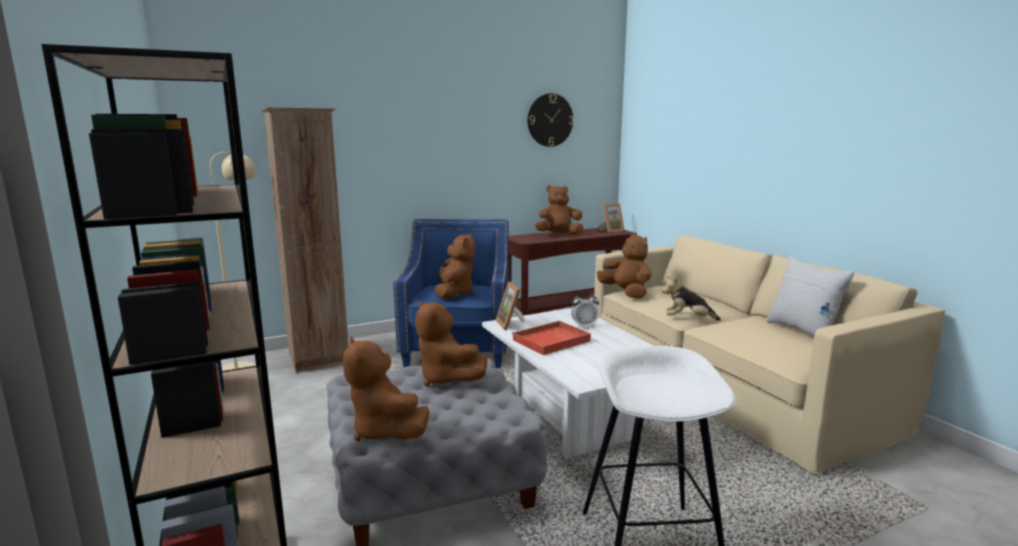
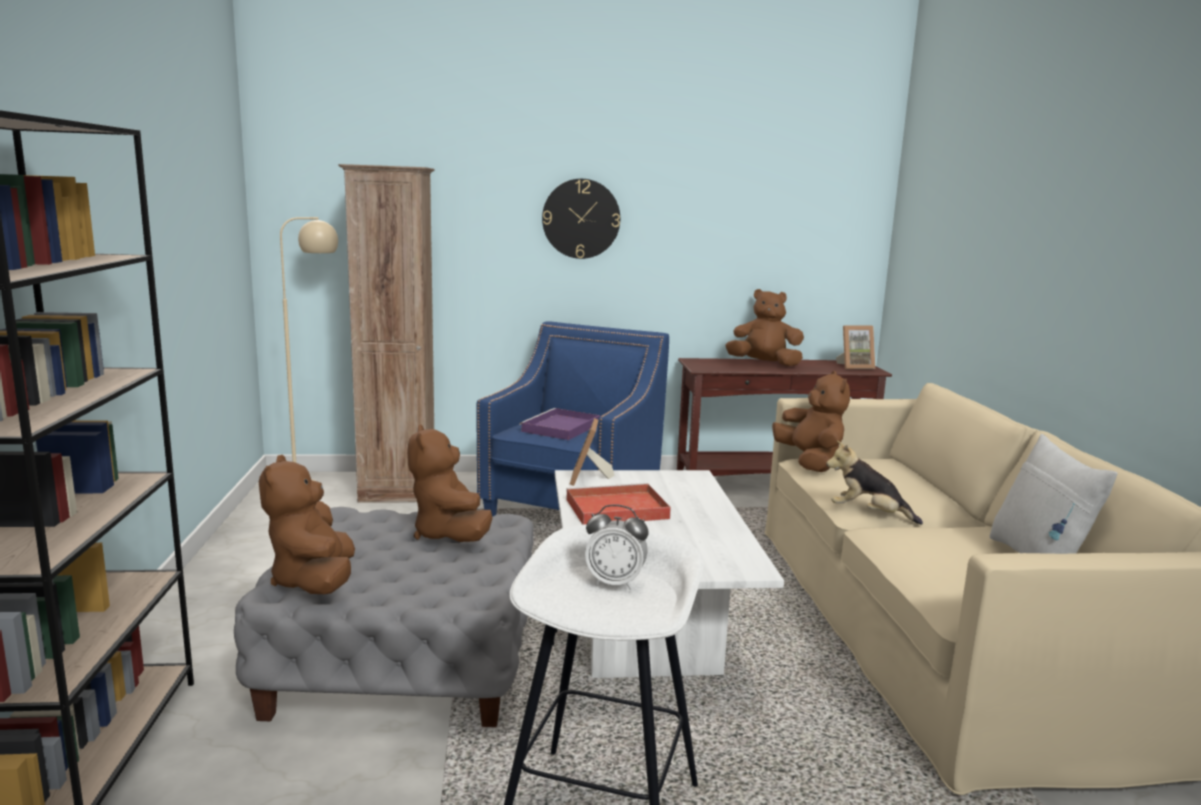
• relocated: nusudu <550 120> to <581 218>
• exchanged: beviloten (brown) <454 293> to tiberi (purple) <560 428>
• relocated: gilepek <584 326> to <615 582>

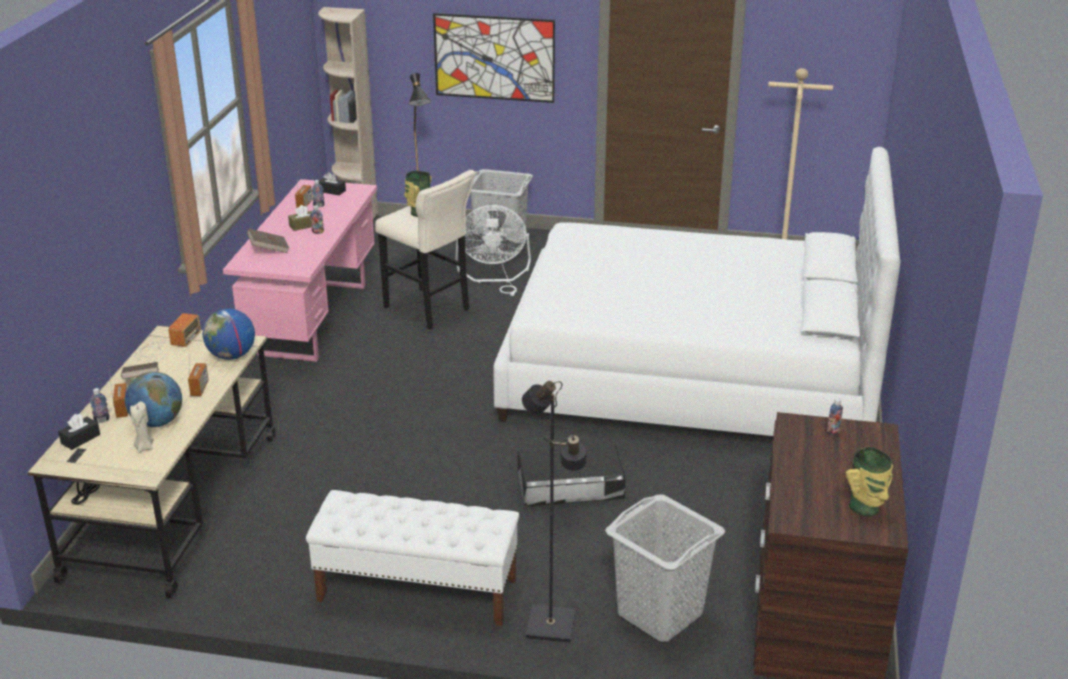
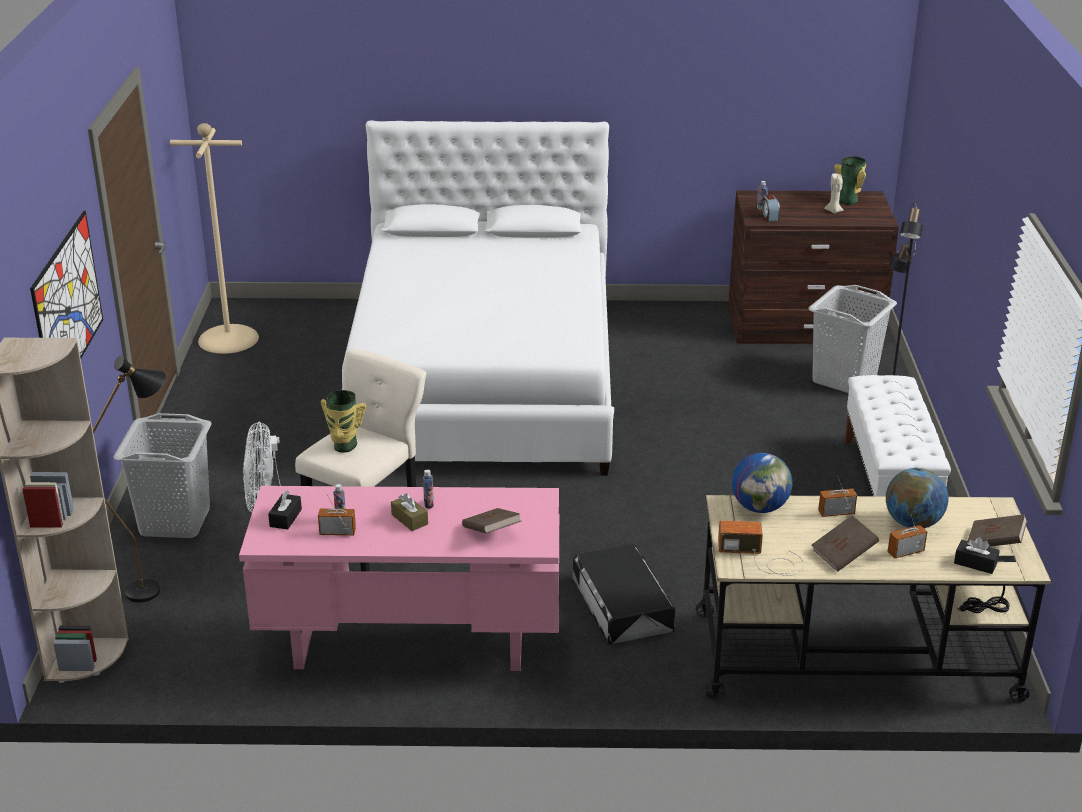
• missing: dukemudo <102 420>
• relocated: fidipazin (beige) <144 447> to <833 211>
• relocated: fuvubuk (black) <570 484> to <622 604>
• appeared: gilepek <769 216>
• appeared: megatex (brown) <995 543>

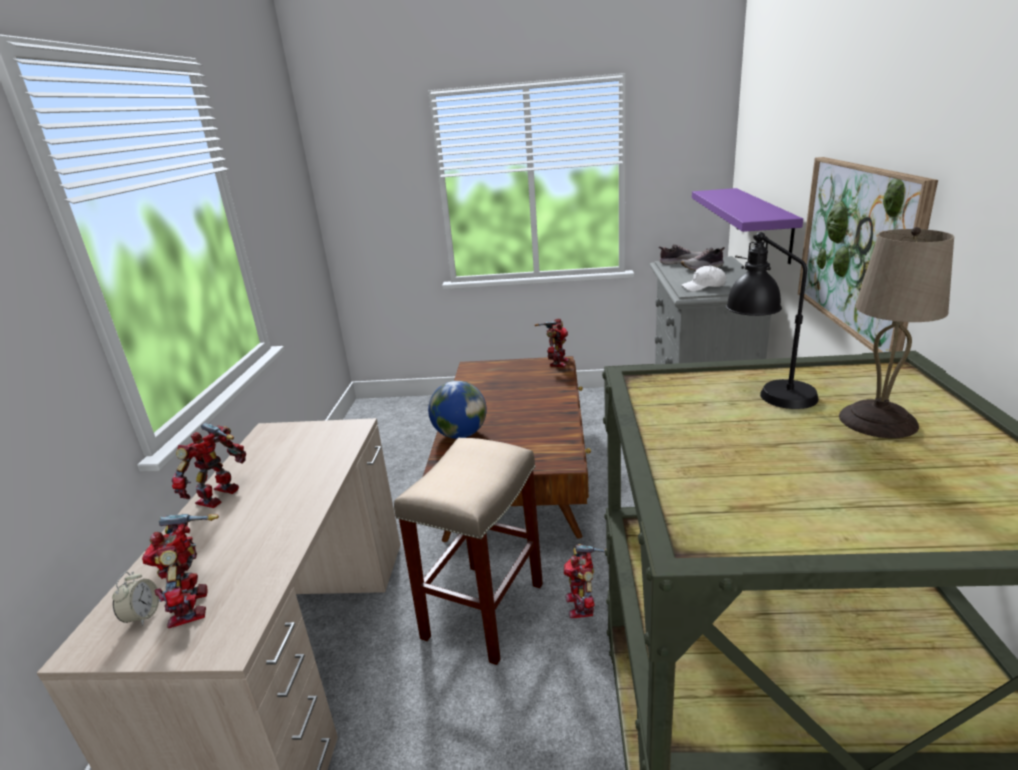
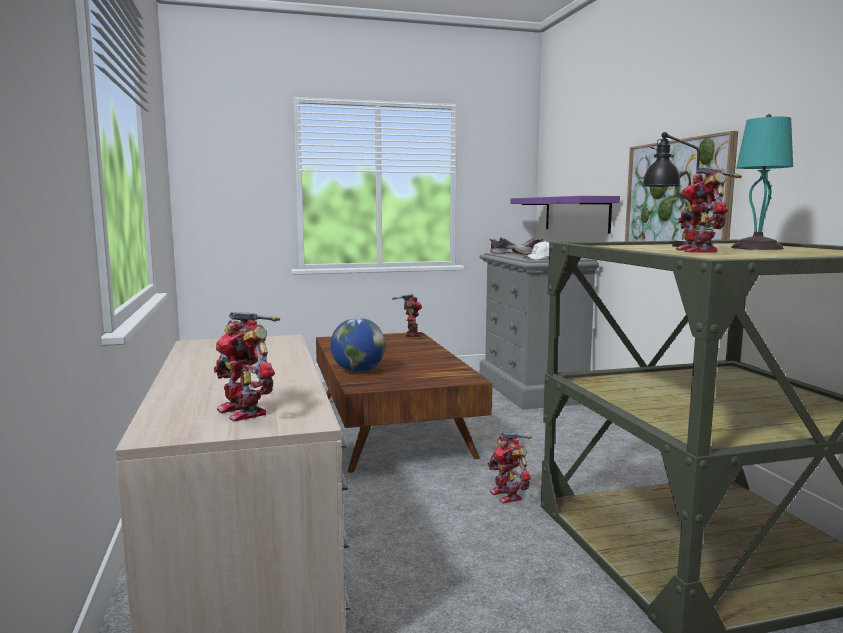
• colour: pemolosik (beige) <878 421> to pemolosik (turquoise) <757 248>
• relocated: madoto <220 496> to <699 251>
• missing: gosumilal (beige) <484 612>
• missing: gilepek <143 616>

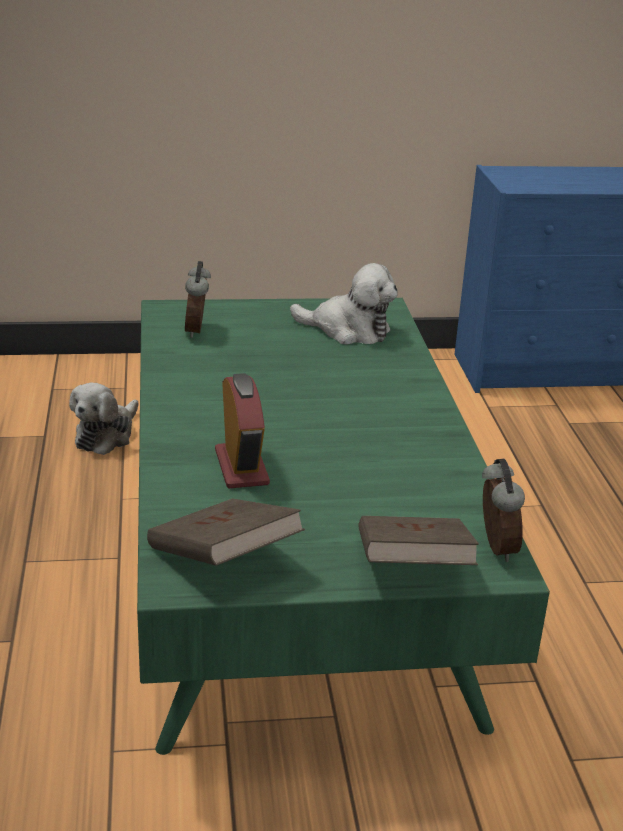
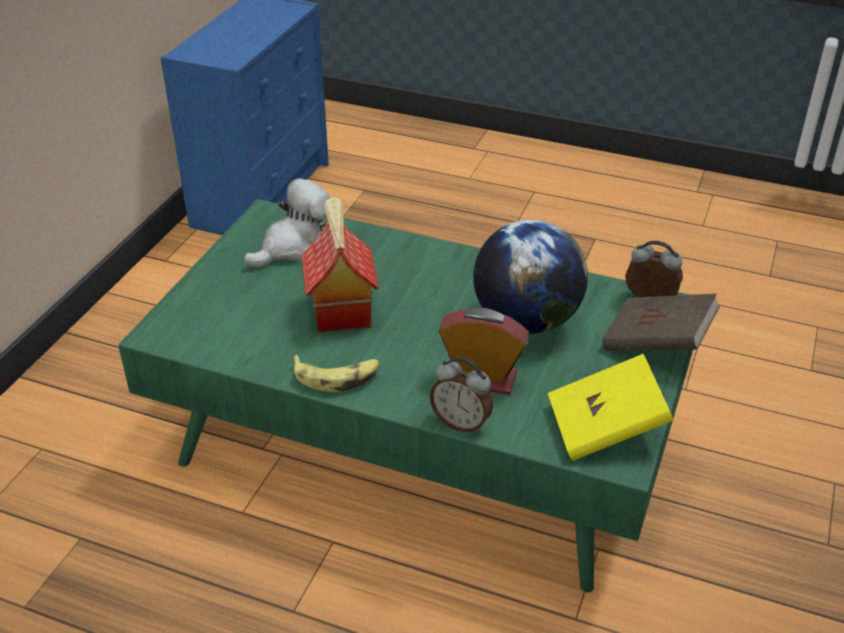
• relocated: gilepek <197 331> to <461 422>
• missing: beviloten <106 435>
• colour: megatex (brown) <223 560> to megatex (yellow) <605 428>
• appeared: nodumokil <340 309>
• appeared: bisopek <526 321>
• appeared: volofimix <337 377>

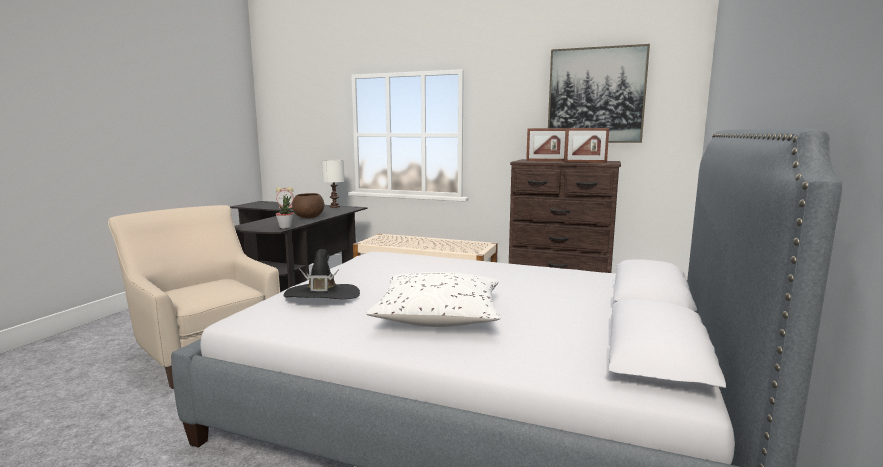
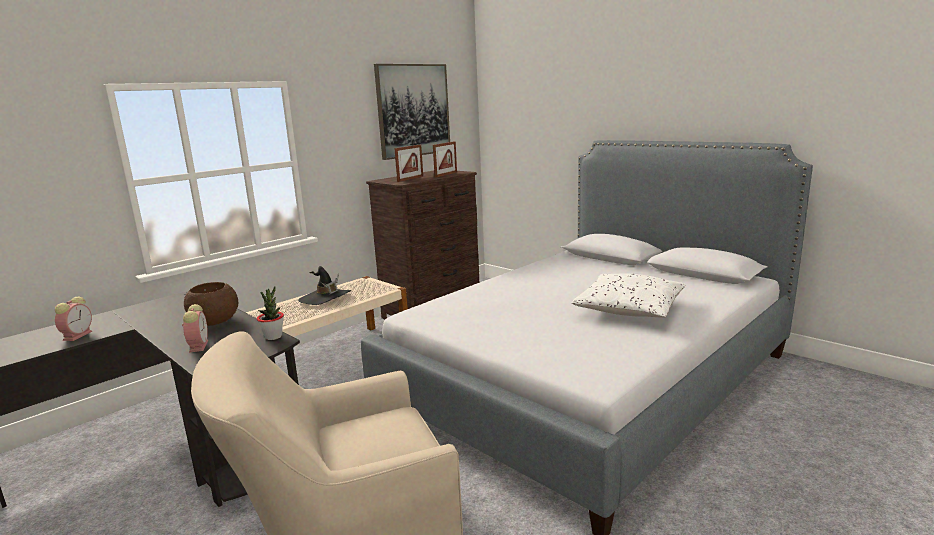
• missing: pemolosik (white) <334 207>
• relocated: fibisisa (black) <322 296> to <325 298>
• appeared: gilepek <198 346>

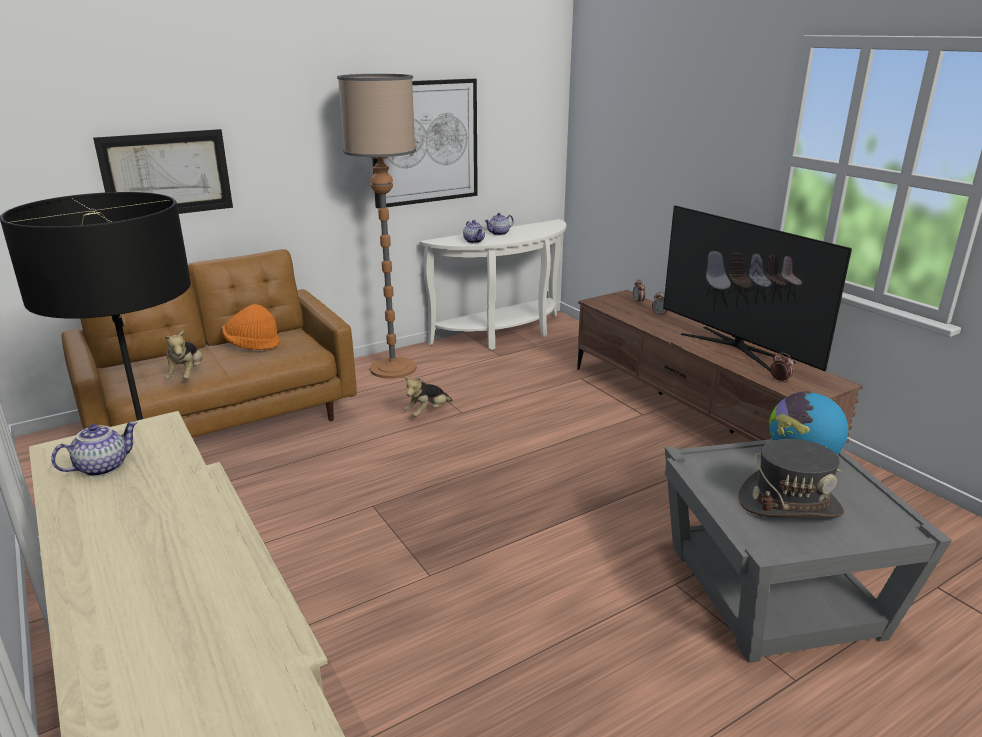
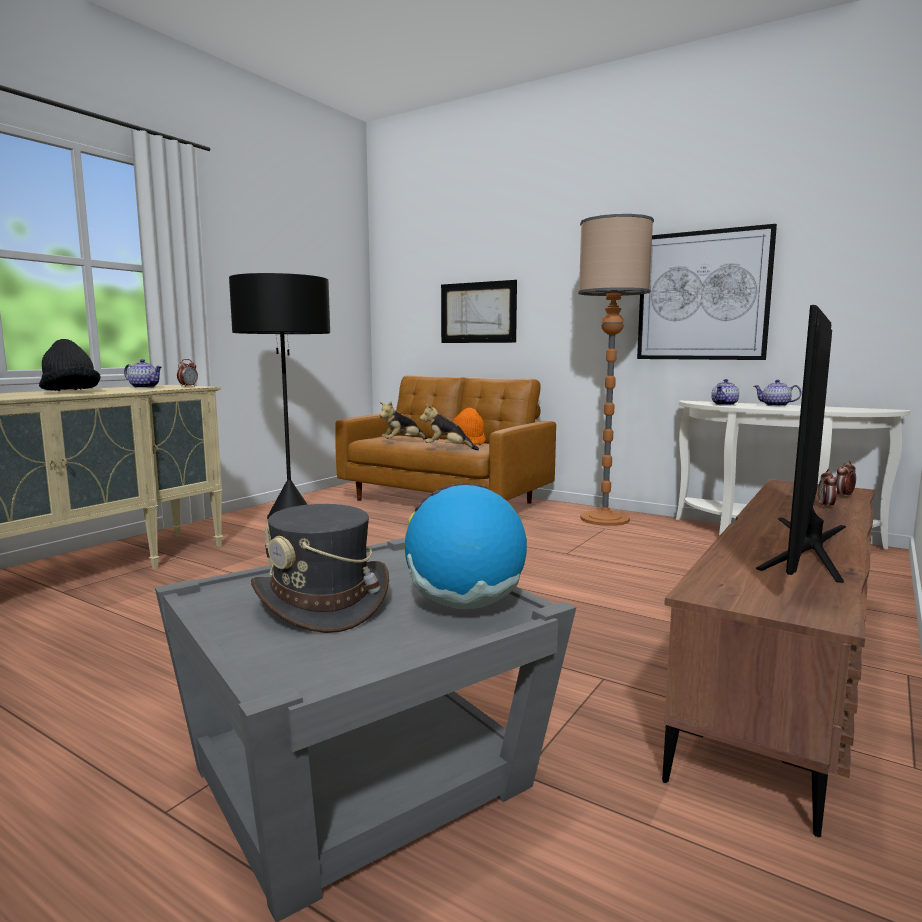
• relocated: gilepek <779 380> to <188 386>
• relocated: beviloten <428 412> to <448 449>
• appeared: fibisisa (black) <70 392>

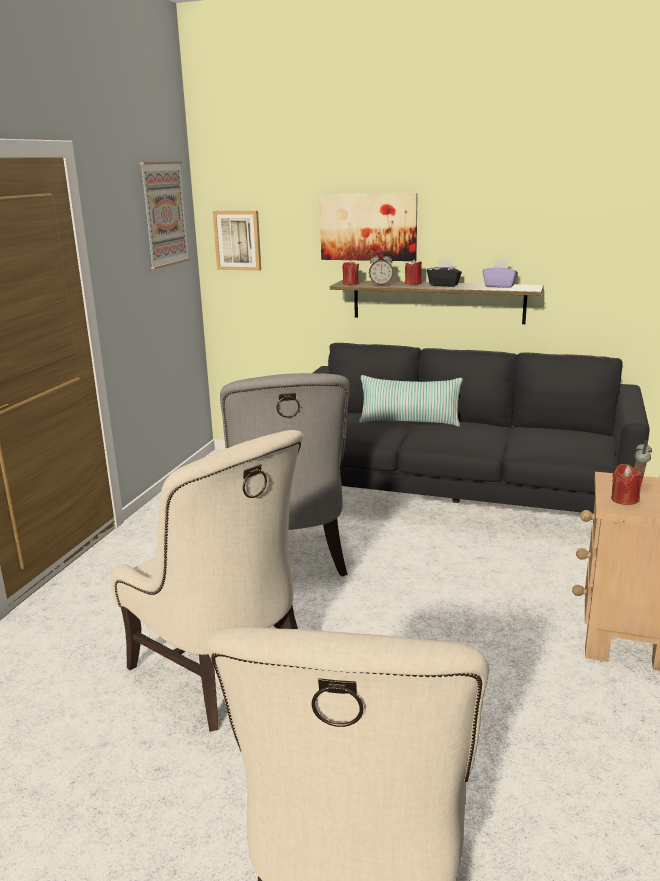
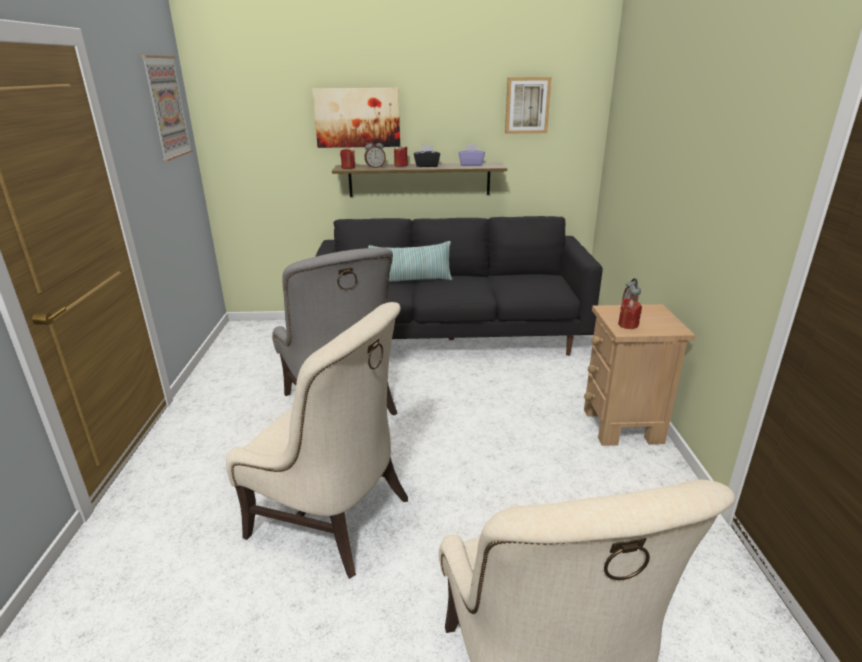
• relocated: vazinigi <238 240> to <527 105>

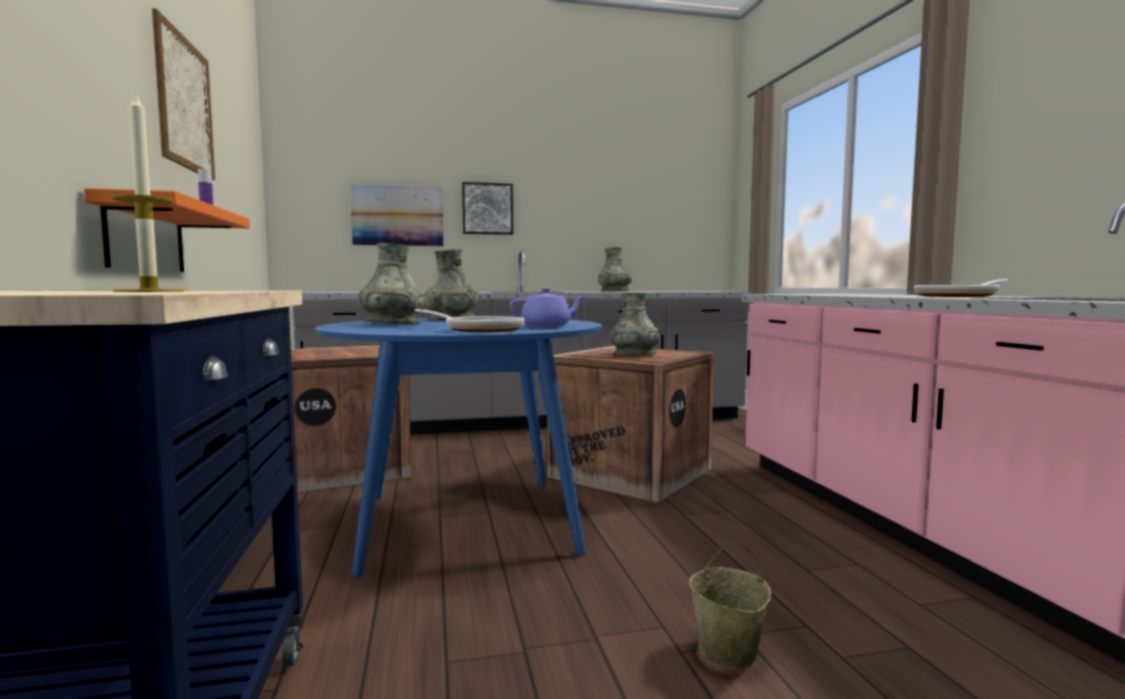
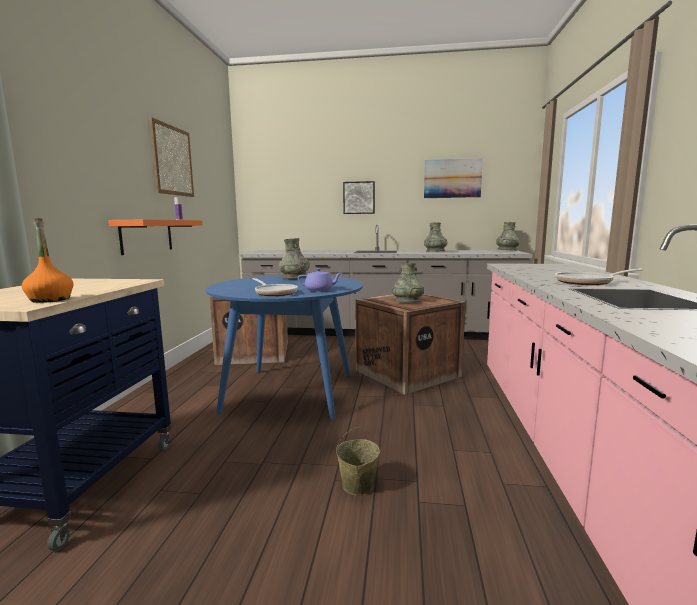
• exchanged: fidipazin <149 291> to dukemudo (orange) <50 300>
• relocated: vazinigi <397 216> to <452 178>
• relocated: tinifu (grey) <392 324> to <507 250>

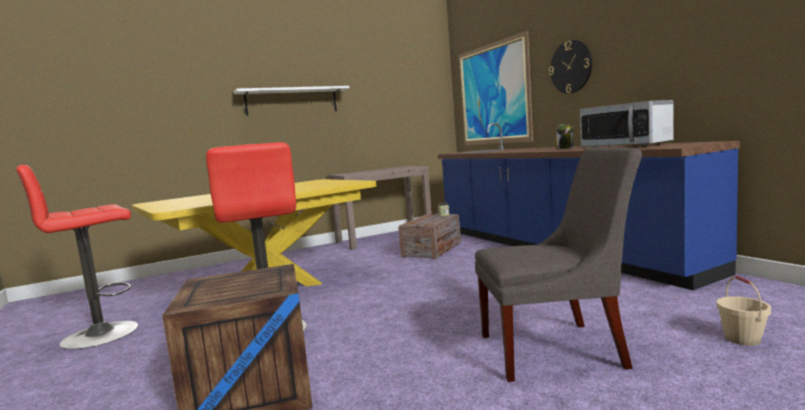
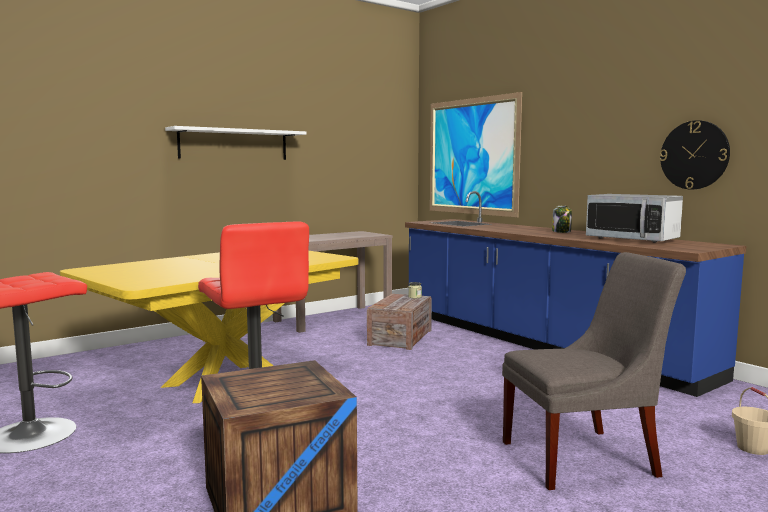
• relocated: nusudu <570 67> to <694 155>

